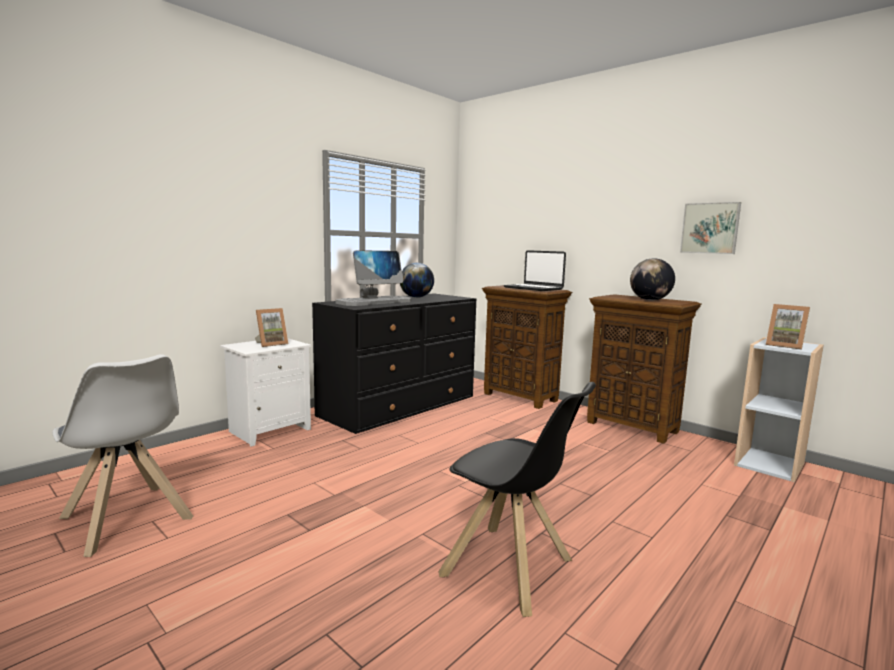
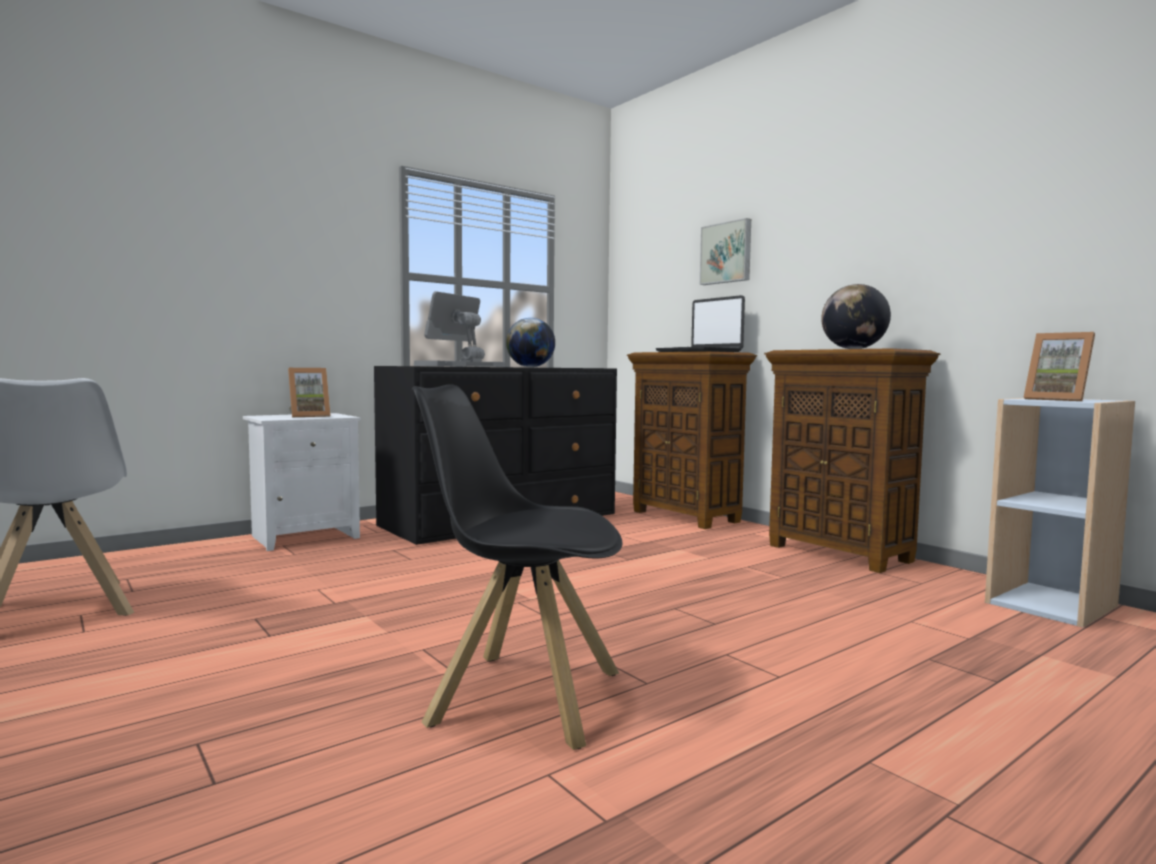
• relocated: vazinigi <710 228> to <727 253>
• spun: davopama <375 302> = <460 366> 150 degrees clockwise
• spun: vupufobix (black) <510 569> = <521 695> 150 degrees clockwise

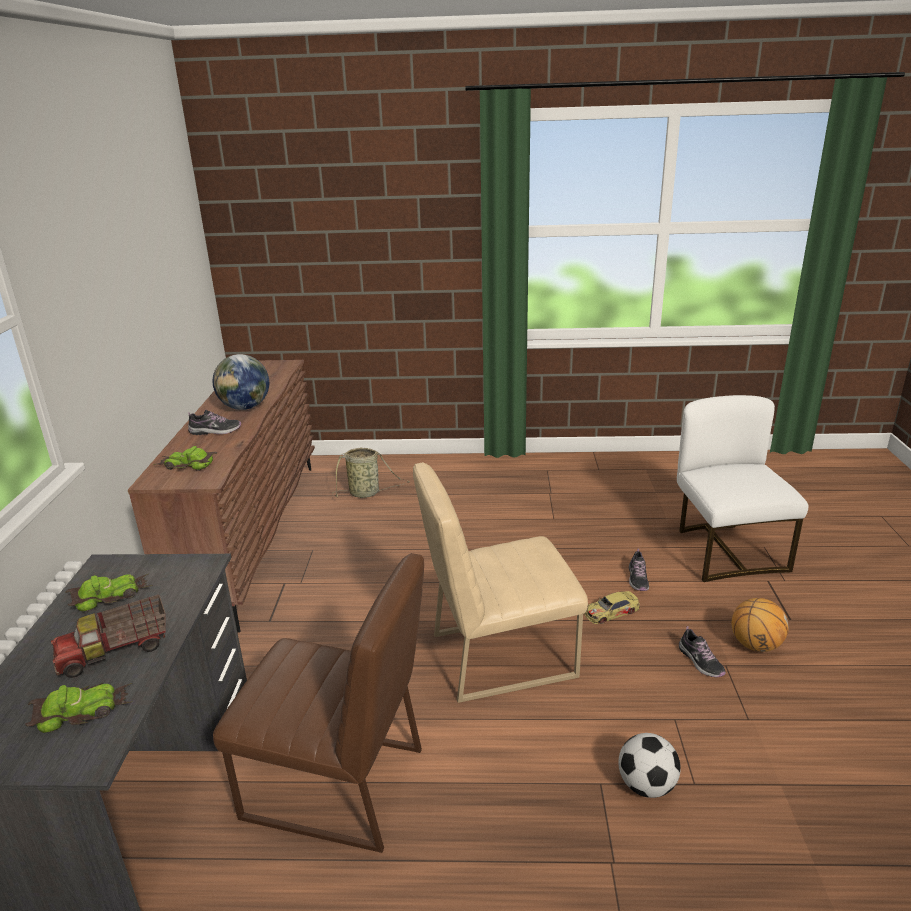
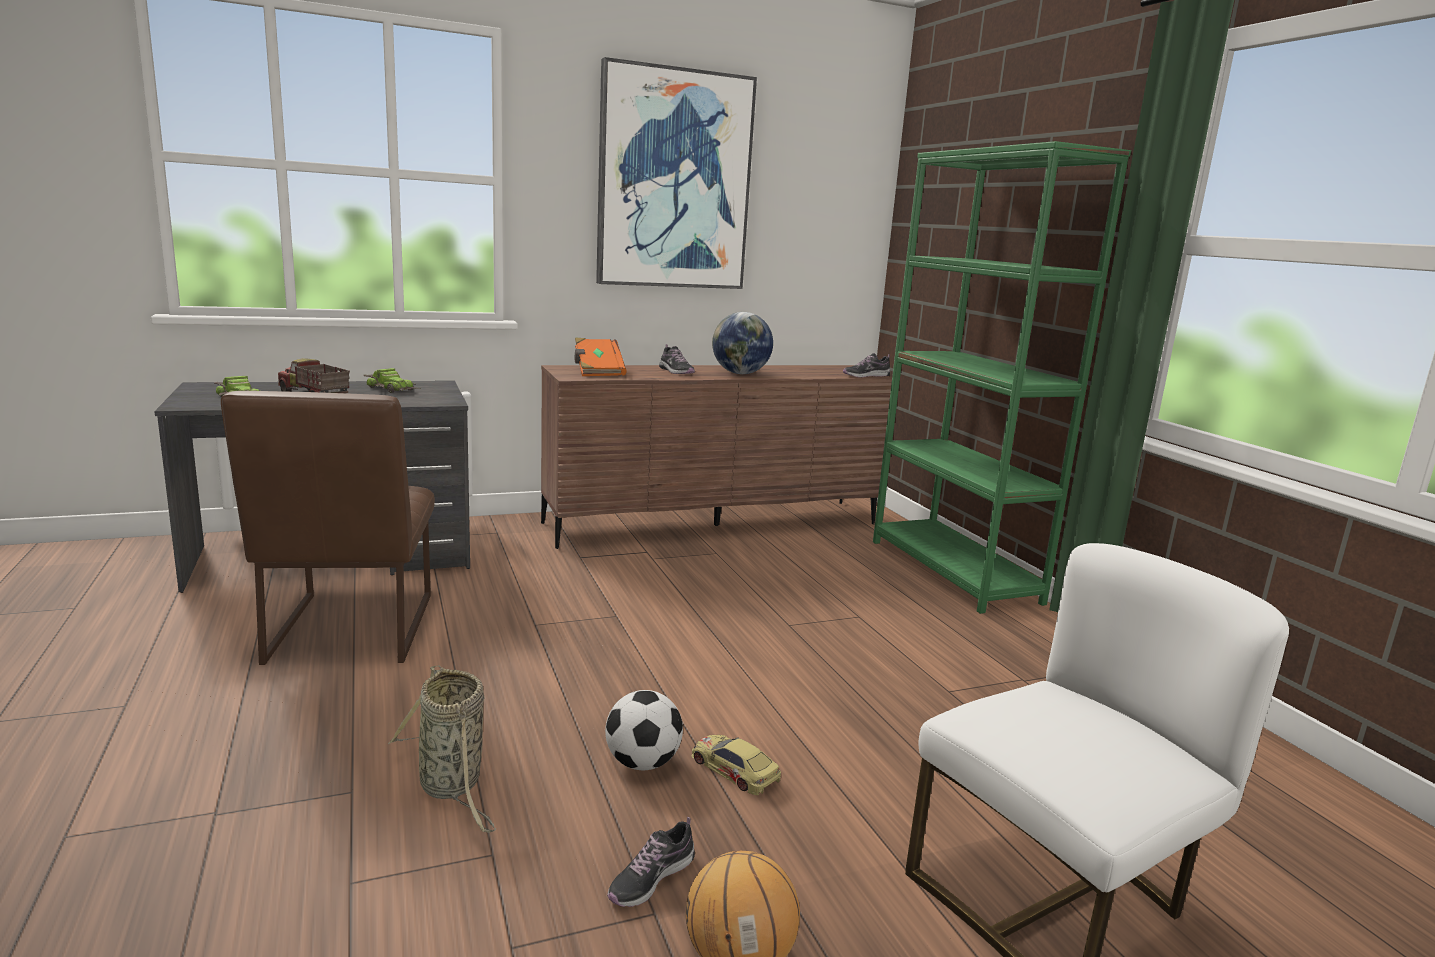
• exchanged: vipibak <187 465> to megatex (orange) <597 371>
• relocated: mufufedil <366 493> to <452 786>
• missing: vupufobix (beige) <498 655>
• relocated: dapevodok <638 579> to <865 376>
• relocated: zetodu <646 785> to <642 763>
• appeared: vazinigi <674 180>
• appeared: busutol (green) <953 571>

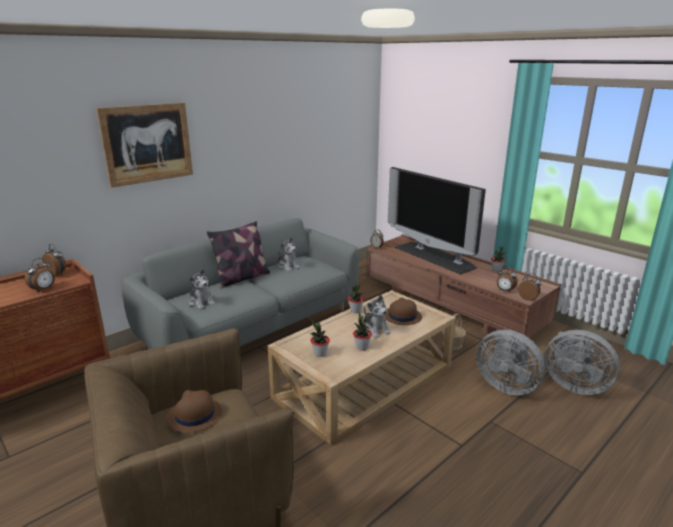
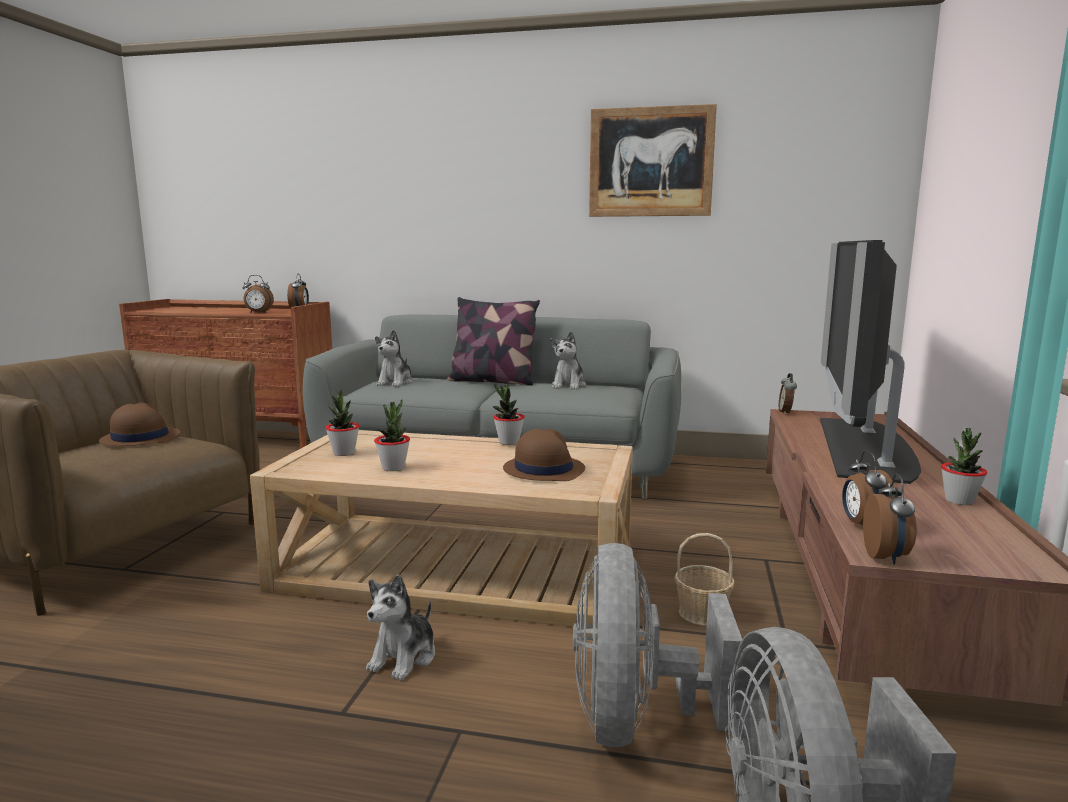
• relocated: vazinigi <147 143> to <650 162>
• relocated: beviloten <375 330> to <404 658>

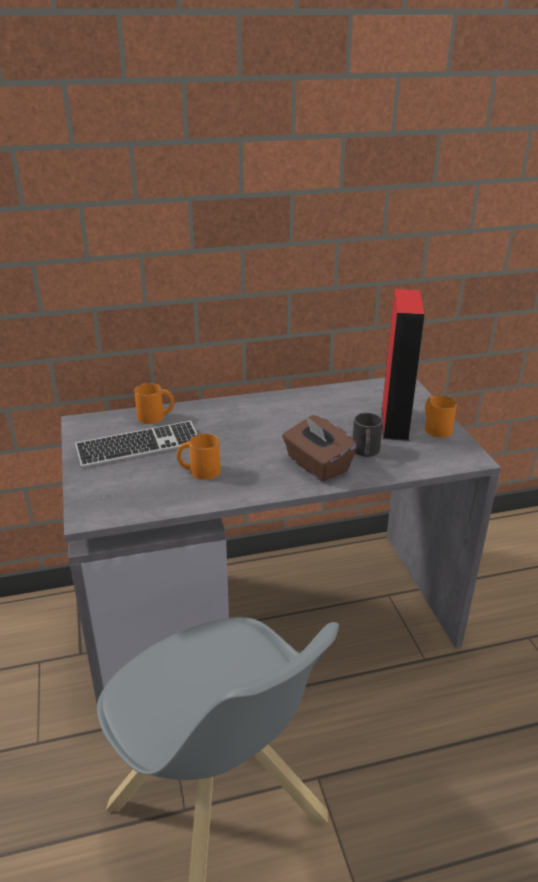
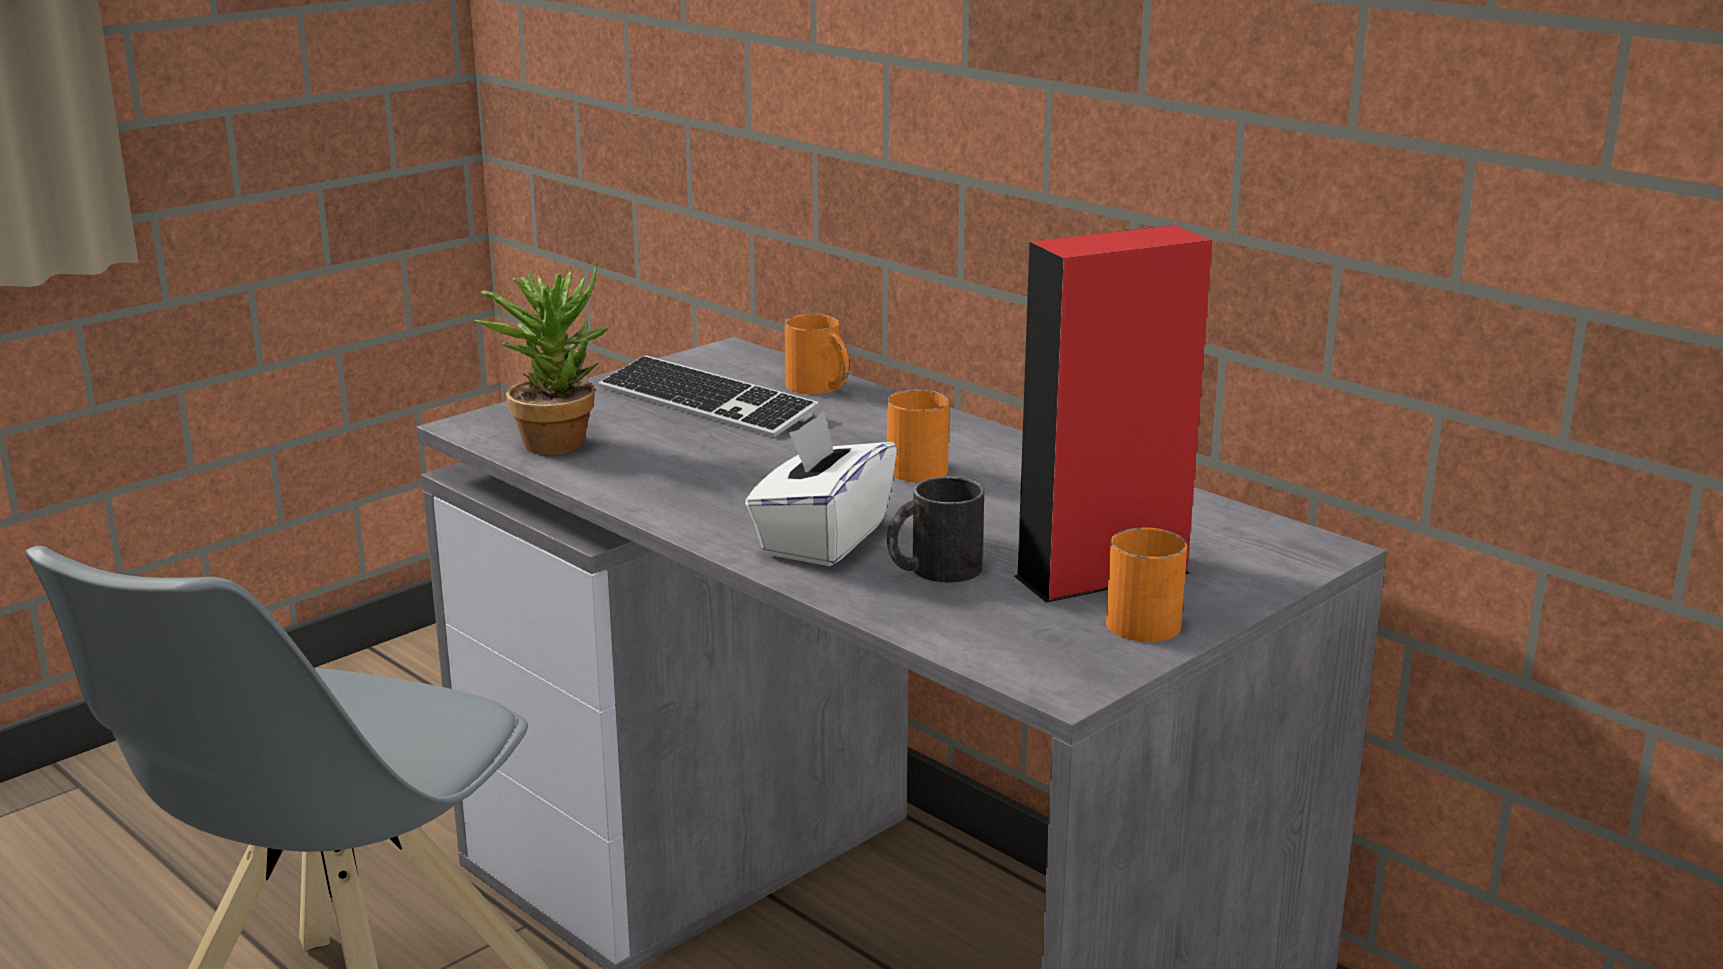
• colour: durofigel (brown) <317 465> to durofigel (white) <822 538>
• relocated: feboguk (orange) <199 471> to <910 465>
• appeared: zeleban <553 439>

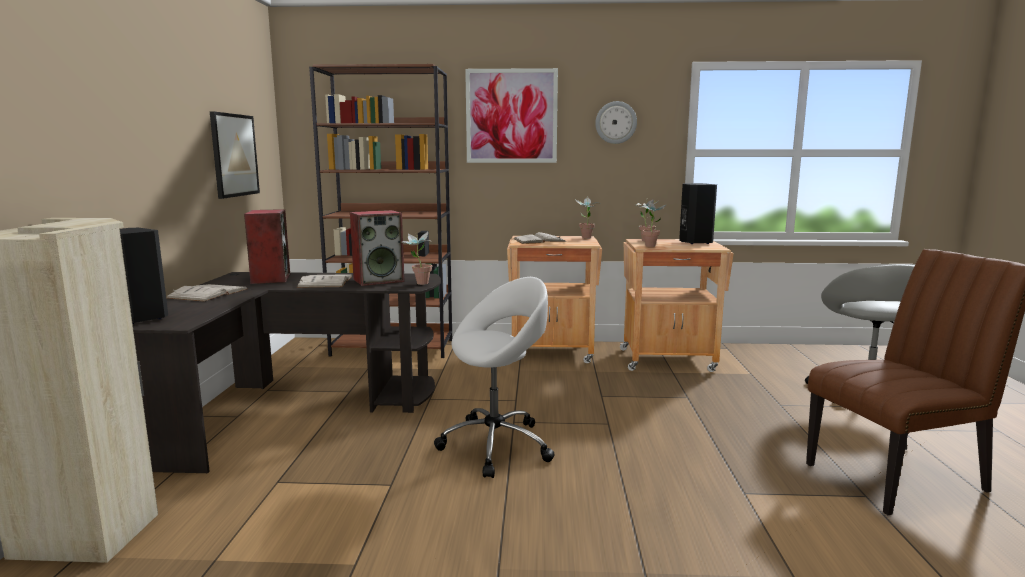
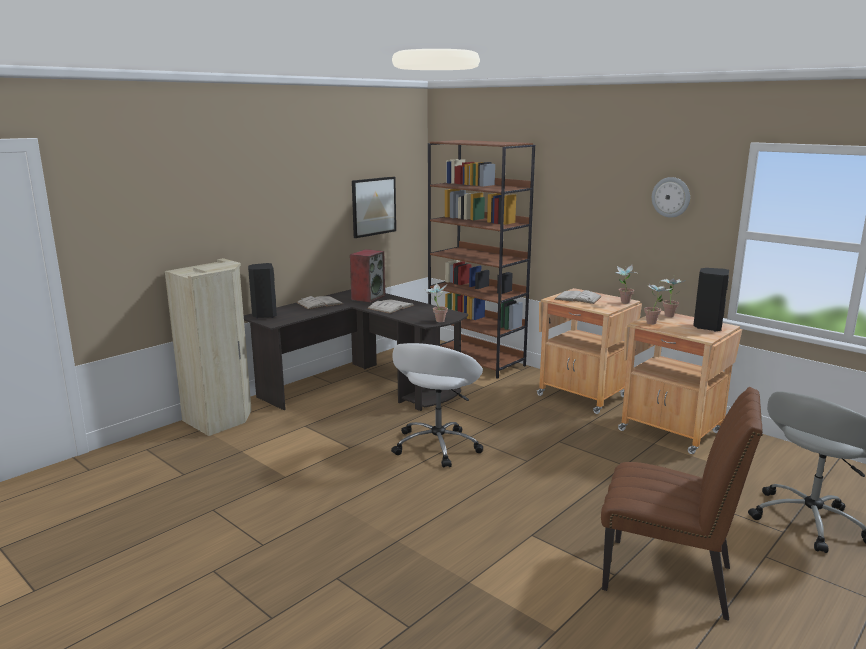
• missing: vazinigi <511 116>
• missing: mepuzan <379 280>
• spun: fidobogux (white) <498 445> = <436 448> 90 degrees clockwise

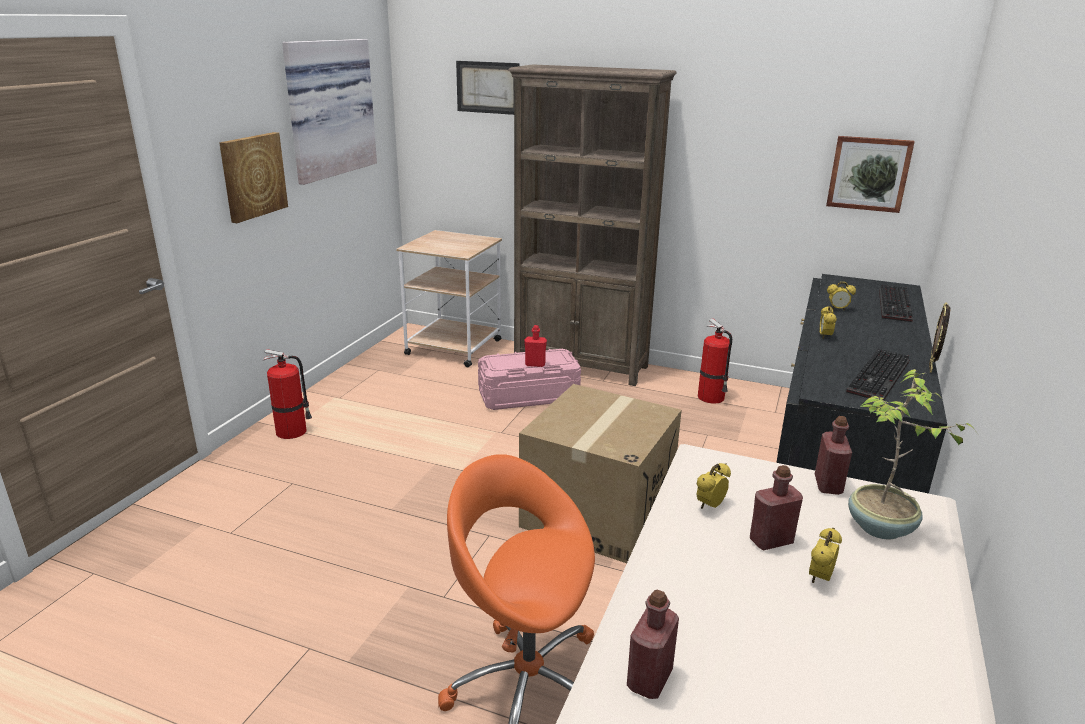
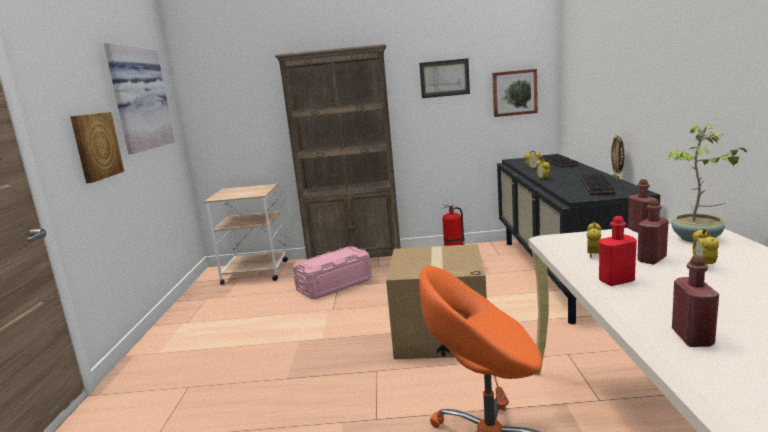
• relocated: vazinigi <488 87> to <444 78>
• relocated: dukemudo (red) <535 364> to <616 281>
• missing: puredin <293 431>

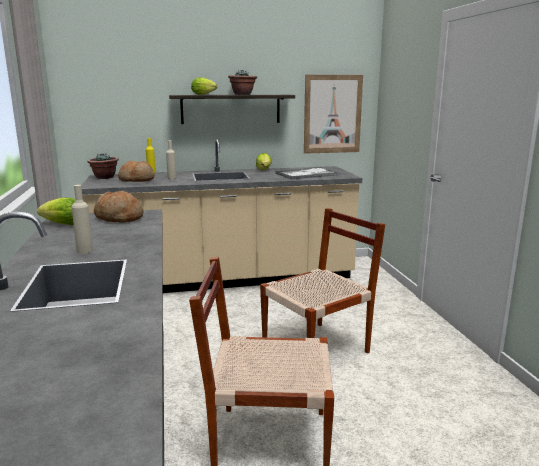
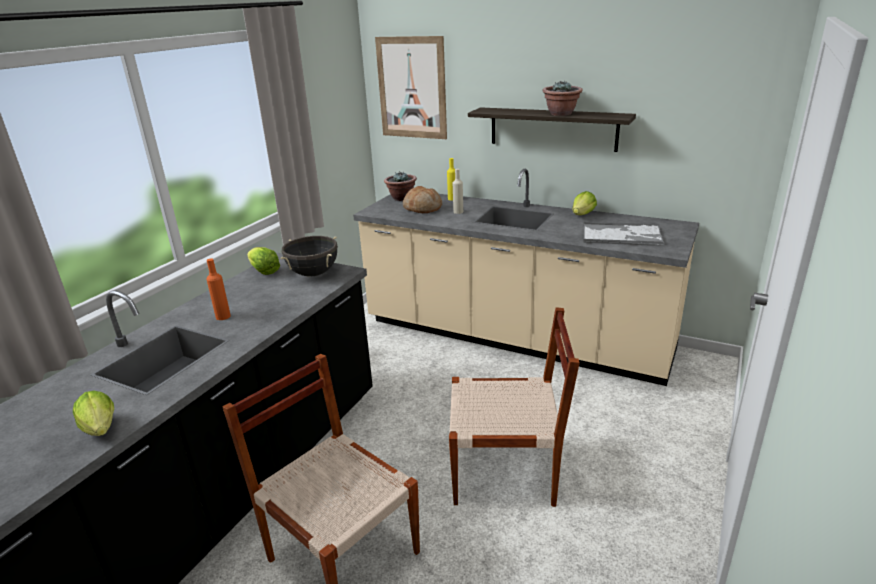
• relocated: vazinigi <332 114> to <412 88>
• relocated: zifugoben <205 94> to <101 430>
• colour: dukemudo (beige) <85 251> to dukemudo (orange) <223 316>
• exchanged: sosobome <119 218> to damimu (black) <313 273>

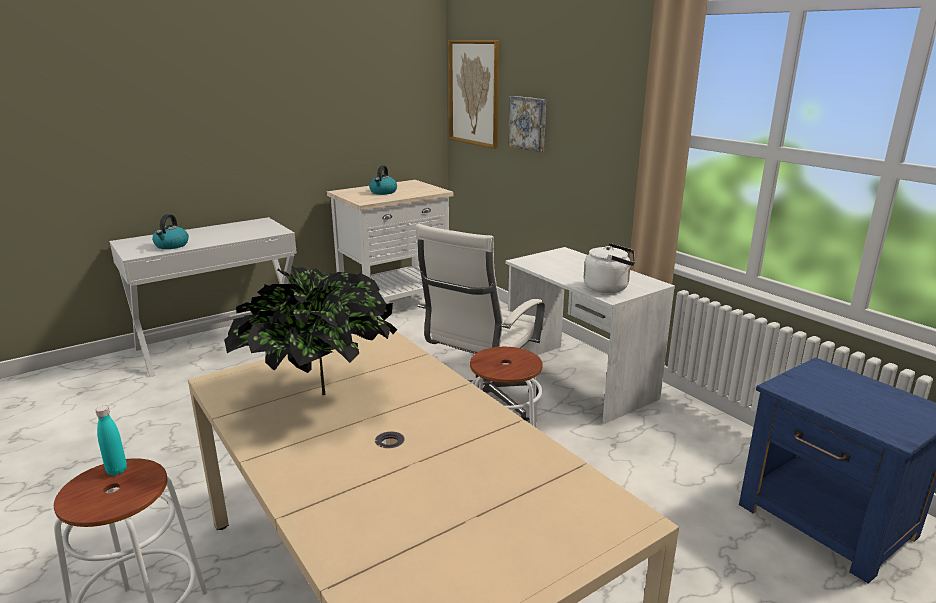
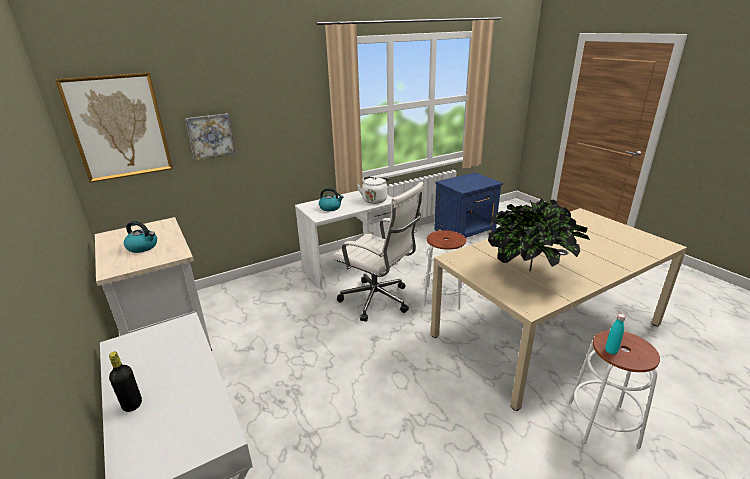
• relocated: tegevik <171 245> to <330 208>
• appeared: dukemudo (black) <132 405>

